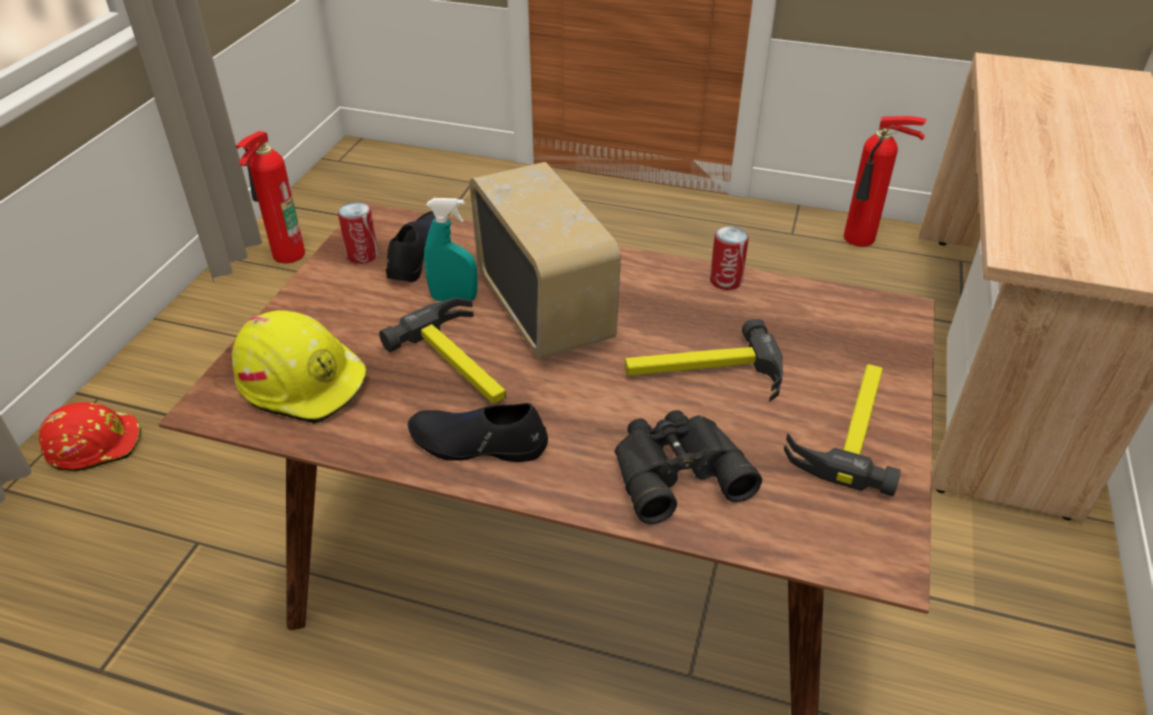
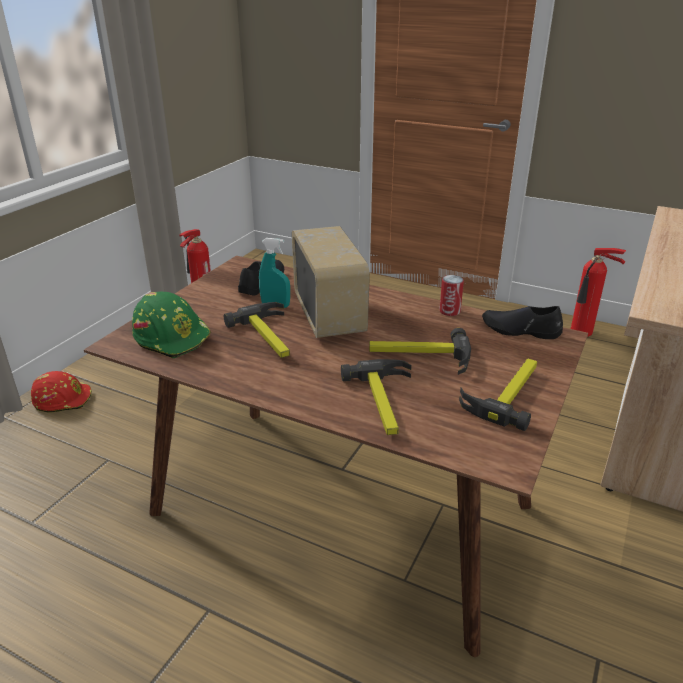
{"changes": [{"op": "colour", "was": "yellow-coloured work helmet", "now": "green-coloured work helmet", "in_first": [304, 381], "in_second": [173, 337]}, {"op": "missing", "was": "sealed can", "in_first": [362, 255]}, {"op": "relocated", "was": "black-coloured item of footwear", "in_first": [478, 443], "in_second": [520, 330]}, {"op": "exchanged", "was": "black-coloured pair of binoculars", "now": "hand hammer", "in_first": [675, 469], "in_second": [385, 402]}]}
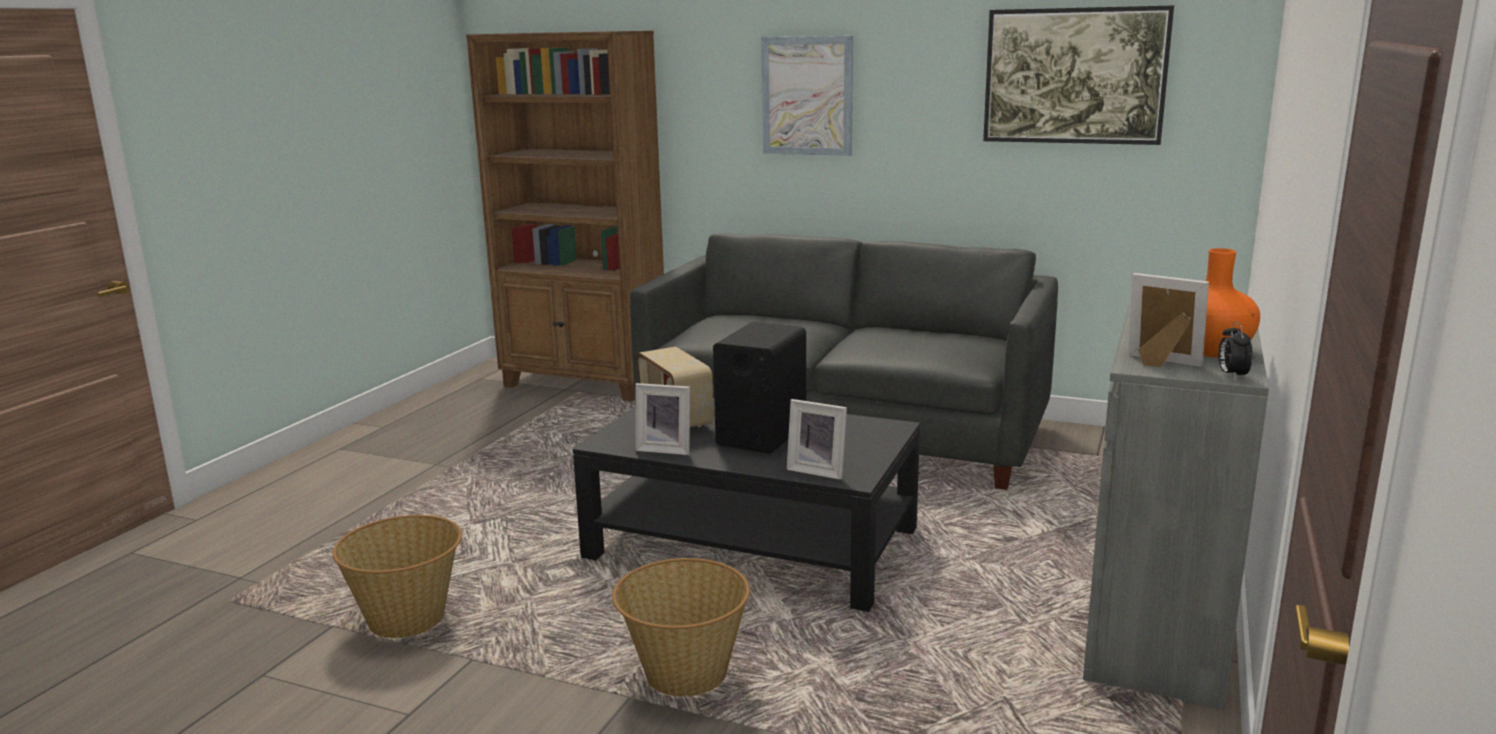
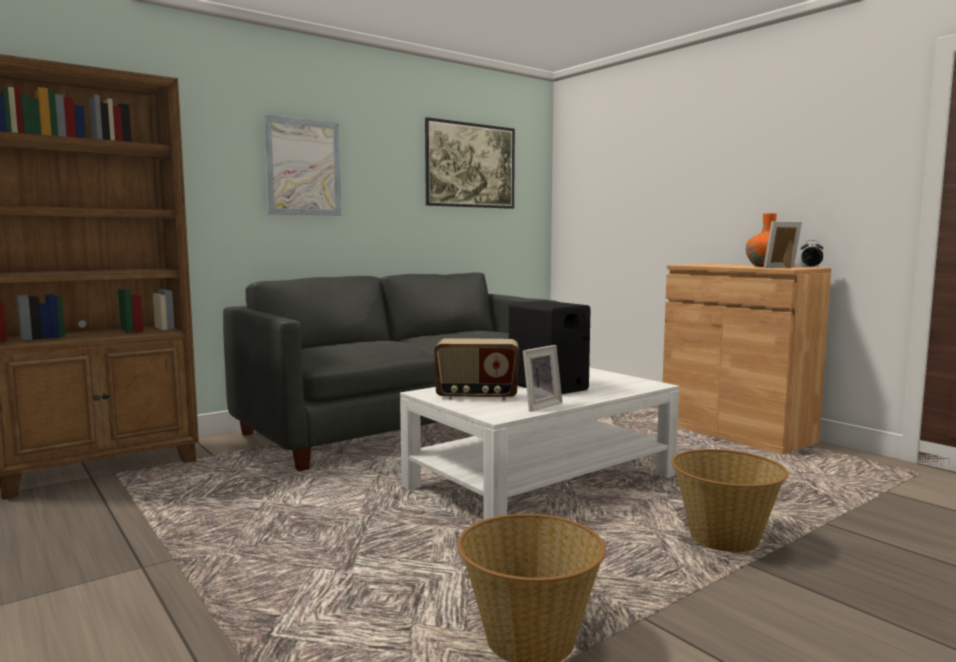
{"changes": [{"op": "colour", "was": "black-coloured low table", "now": "whitish low table", "in_first": [754, 543], "in_second": [542, 481]}, {"op": "missing", "was": "picture frame", "in_first": [818, 470]}, {"op": "colour", "was": "grey cupboard", "now": "brownish cupboard", "in_first": [1157, 628], "in_second": [736, 433]}]}
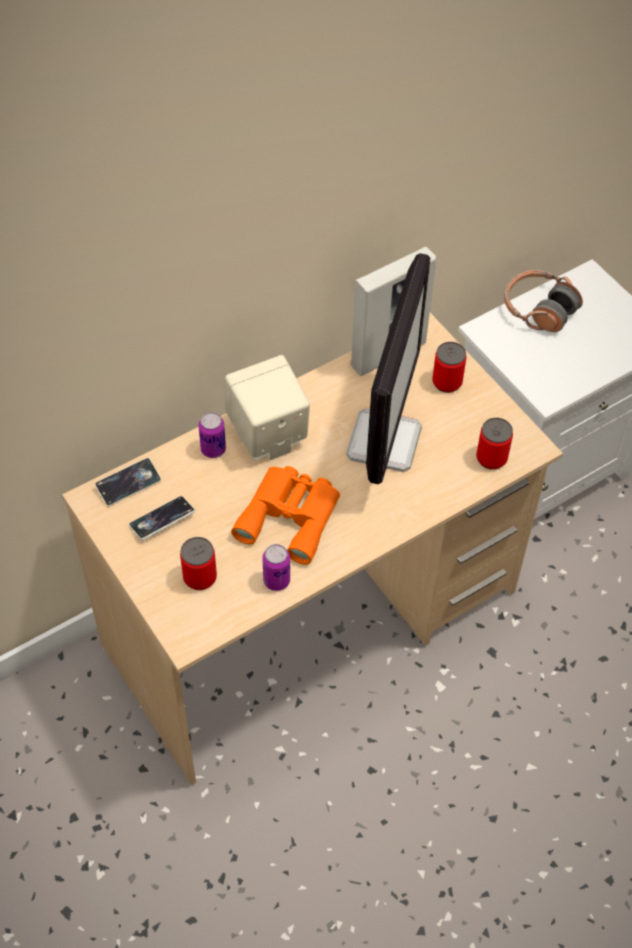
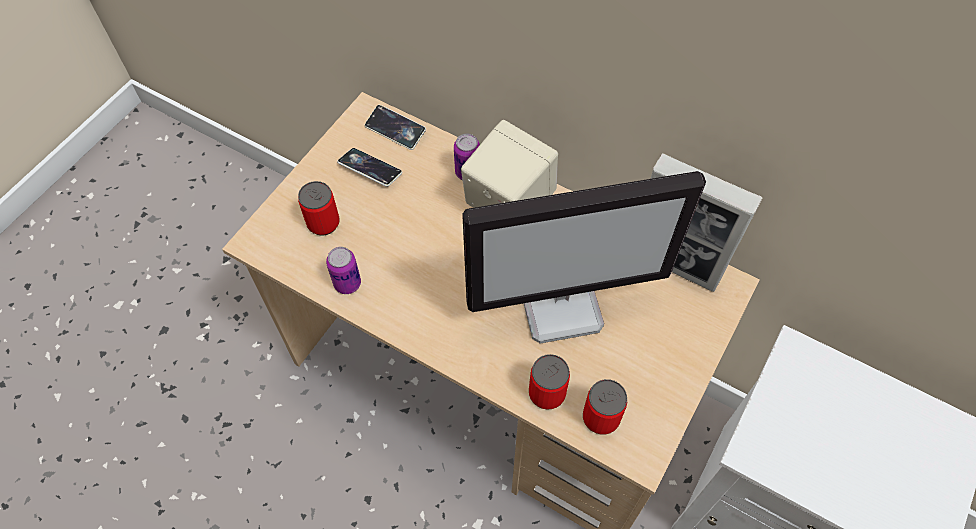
{"changes": [{"op": "missing", "was": "orange pair of binoculars", "in_first": [291, 515]}, {"op": "relocated", "was": "sealed can", "in_first": [447, 382], "in_second": [547, 393]}, {"op": "missing", "was": "headset", "in_first": [539, 309]}]}
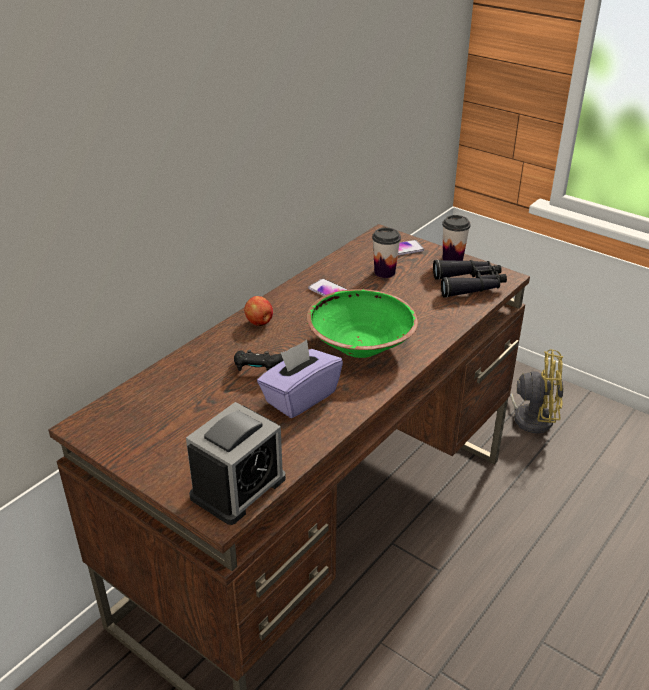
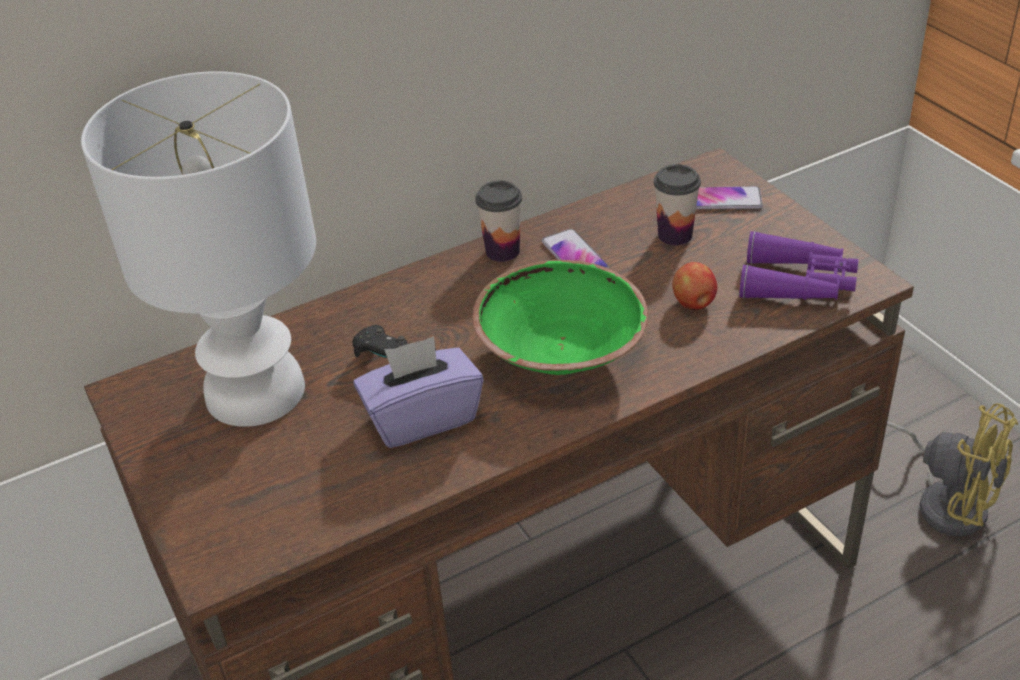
{"changes": [{"op": "missing", "was": "table clock", "in_first": [238, 488]}, {"op": "relocated", "was": "apple", "in_first": [259, 322], "in_second": [694, 304]}, {"op": "colour", "was": "black-coloured pair of binoculars", "now": "purplish pair of binoculars", "in_first": [469, 285], "in_second": [798, 283]}, {"op": "relocated", "was": "drinking cup", "in_first": [452, 259], "in_second": [502, 251]}, {"op": "appeared", "now": "whitish tabletop lamp", "in_second": [256, 390]}]}
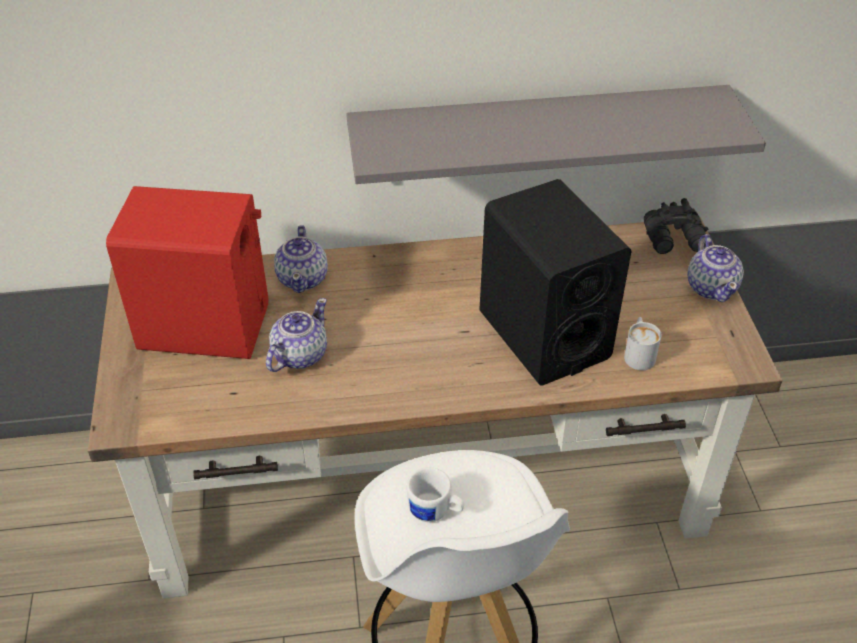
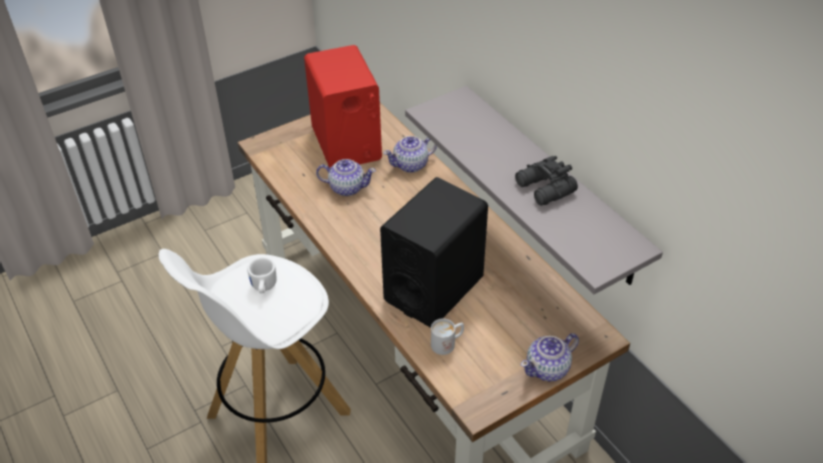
{"changes": [{"op": "relocated", "was": "black-coloured pair of binoculars", "in_first": [675, 239], "in_second": [544, 189]}]}
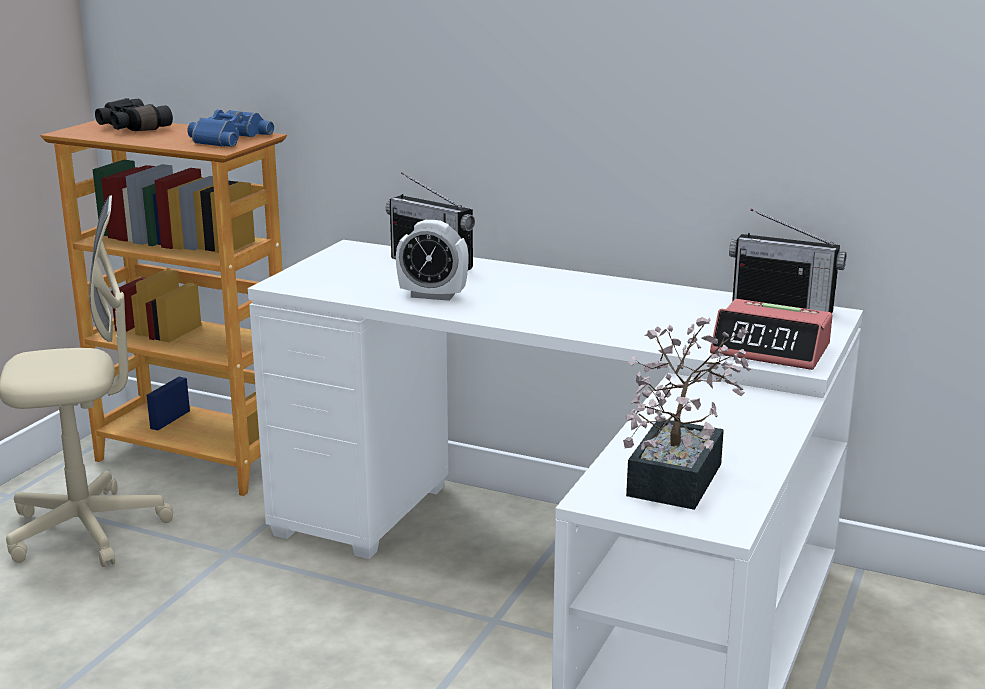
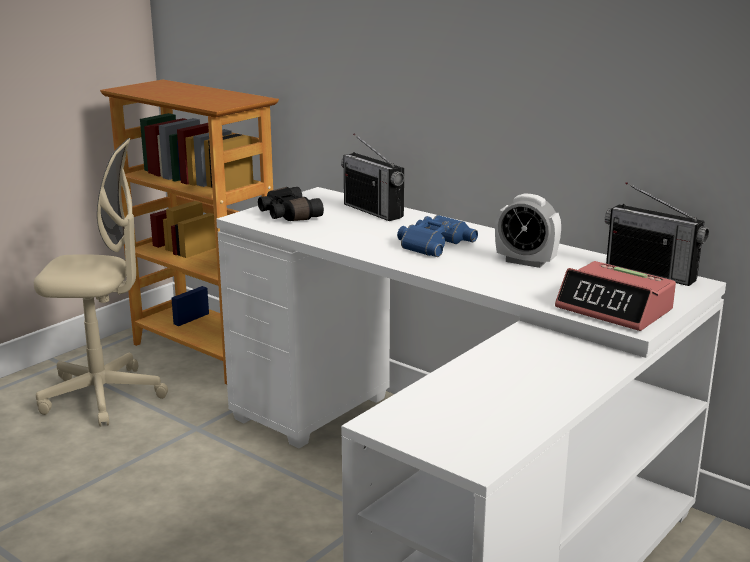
{"changes": [{"op": "relocated", "was": "black-coloured pair of binoculars", "in_first": [131, 128], "in_second": [287, 215]}, {"op": "relocated", "was": "bluish pair of binoculars", "in_first": [227, 138], "in_second": [433, 243]}, {"op": "relocated", "was": "table clock", "in_first": [432, 295], "in_second": [525, 262]}, {"op": "missing", "was": "potted plant", "in_first": [680, 473]}]}
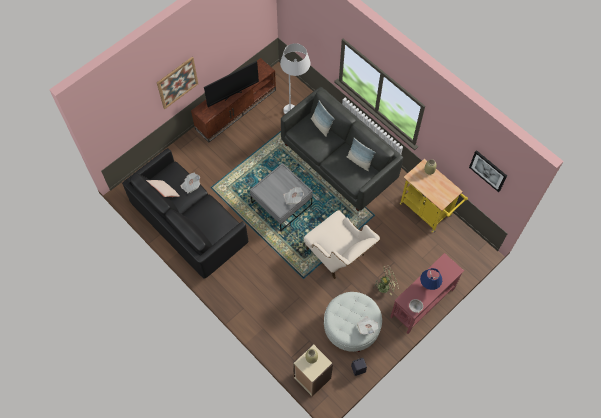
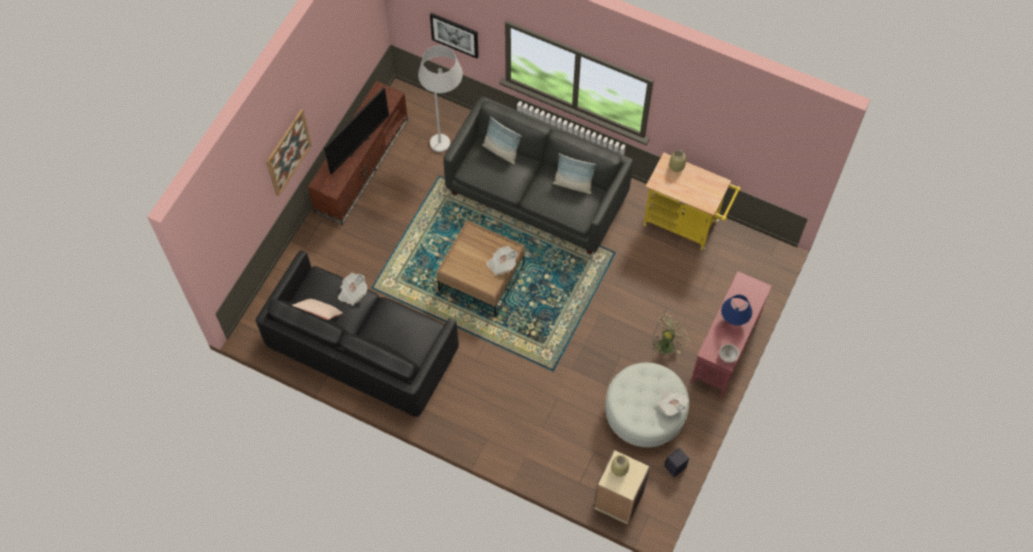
{"changes": [{"op": "colour", "was": "grey low table", "now": "brownish low table", "in_first": [281, 203], "in_second": [481, 278]}, {"op": "missing", "was": "beige-coloured easy chair", "in_first": [339, 256]}, {"op": "relocated", "was": "wall picture", "in_first": [488, 170], "in_second": [455, 34]}]}
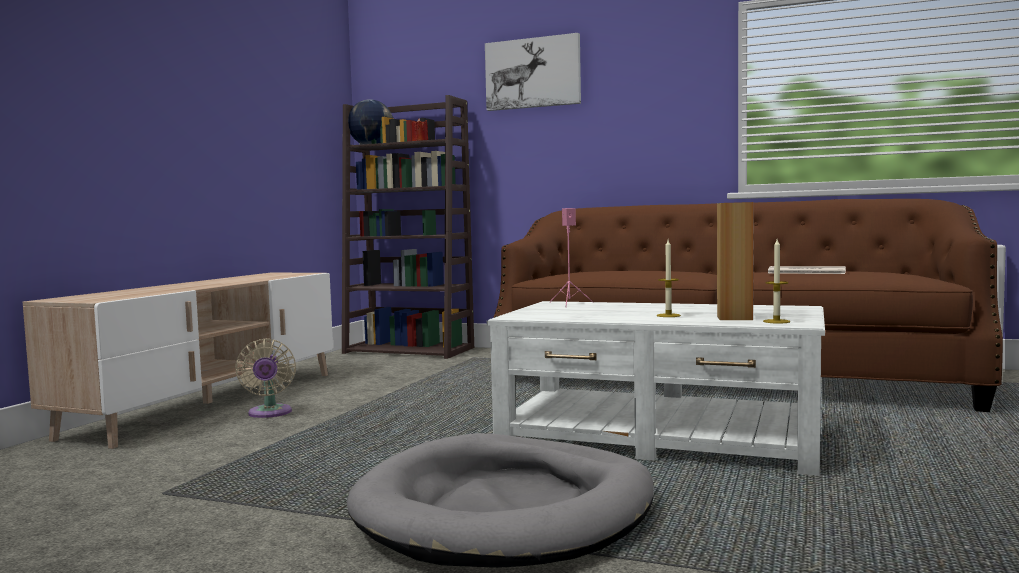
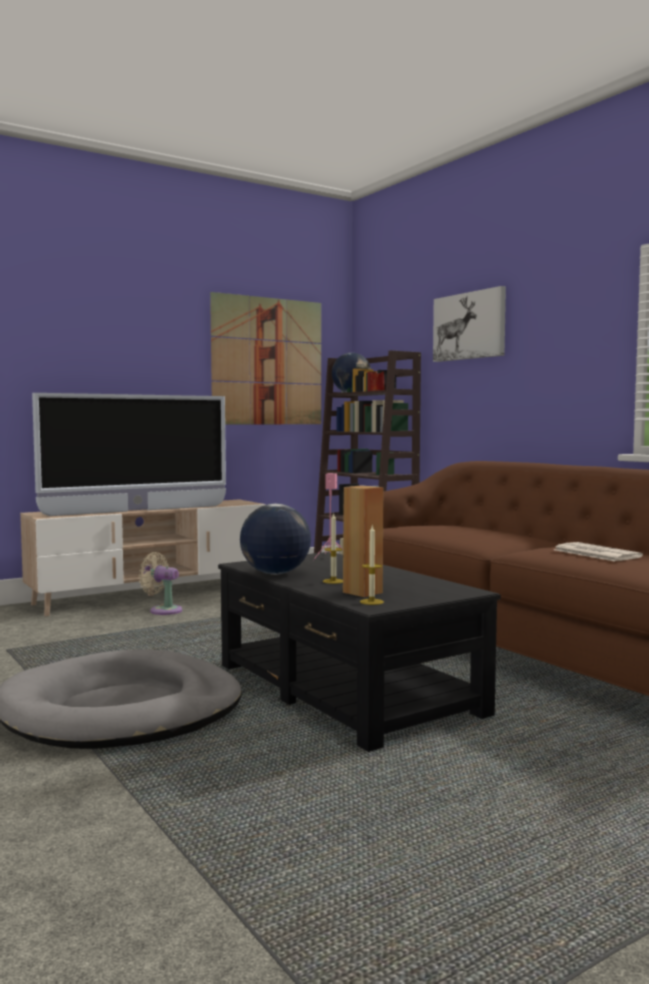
{"changes": [{"op": "spun", "was": "beige-coloured fan", "in_first": [269, 413], "in_second": [163, 610], "clockwise": 90}, {"op": "colour", "was": "whitish low table", "now": "black-coloured low table", "in_first": [661, 437], "in_second": [345, 690]}, {"op": "appeared", "now": "TV", "in_second": [137, 511]}, {"op": "appeared", "now": "wall picture", "in_second": [268, 361]}, {"op": "appeared", "now": "world globe", "in_second": [275, 574]}]}
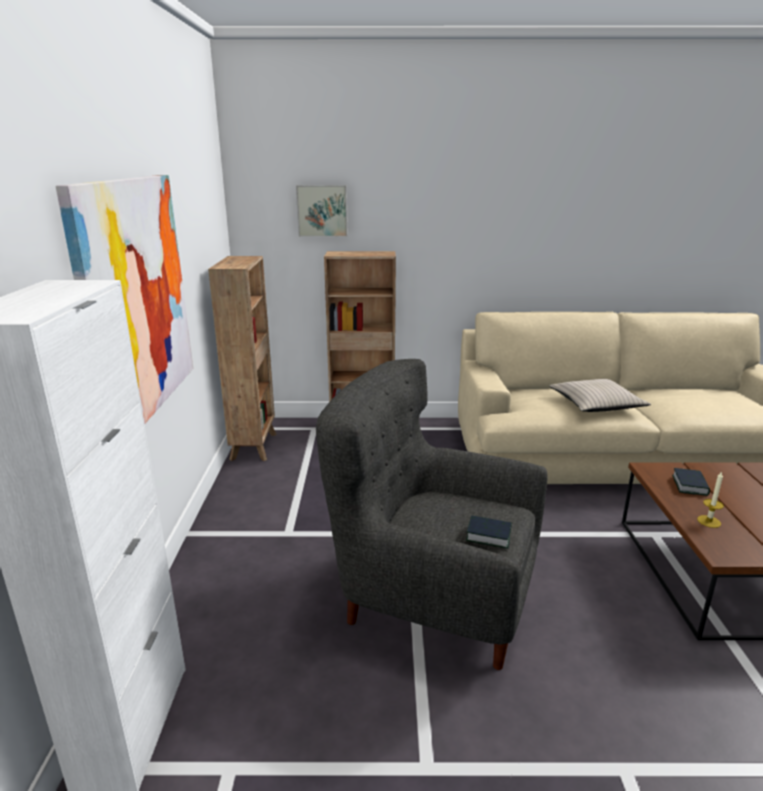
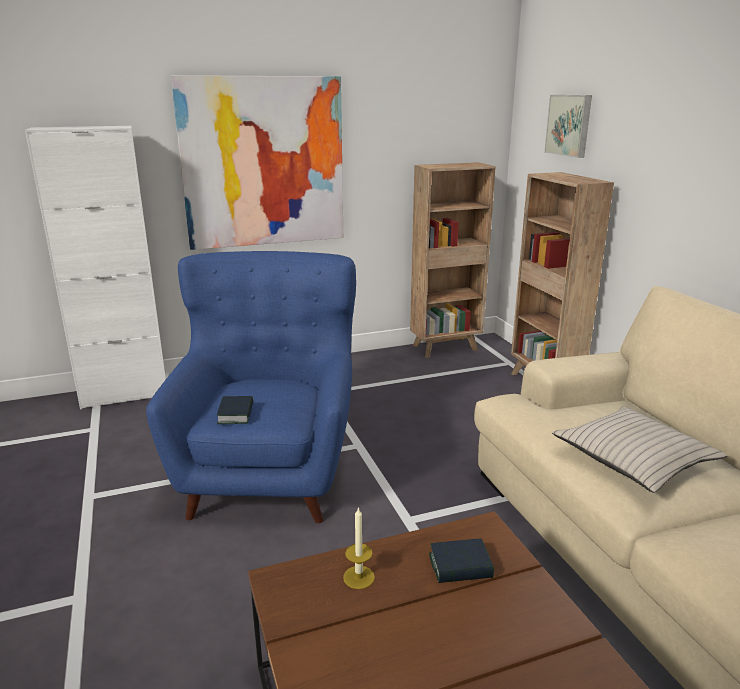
{"changes": [{"op": "colour", "was": "grey easy chair", "now": "bluish easy chair", "in_first": [433, 597], "in_second": [269, 472]}]}
